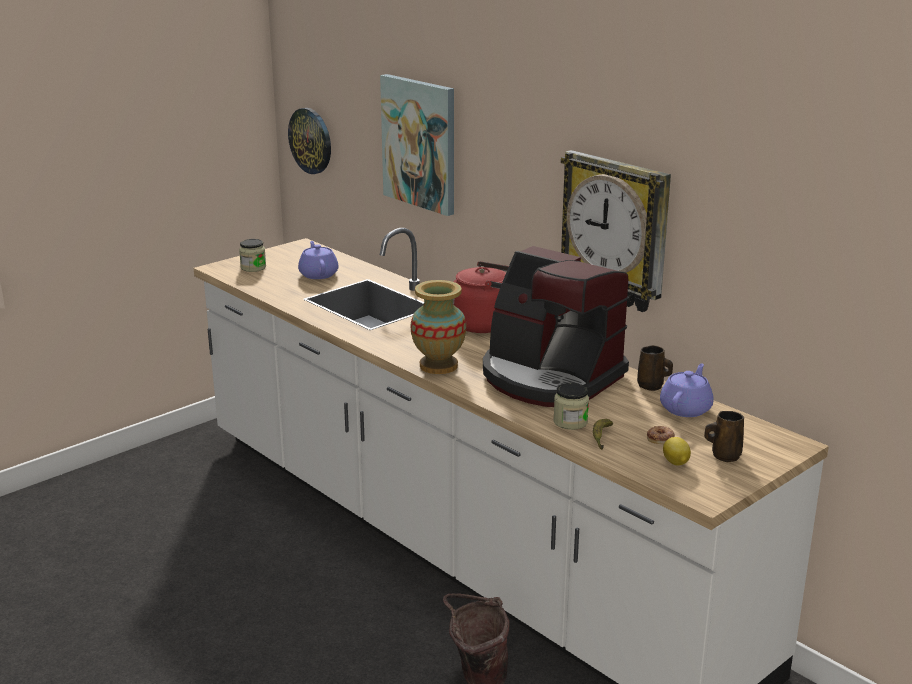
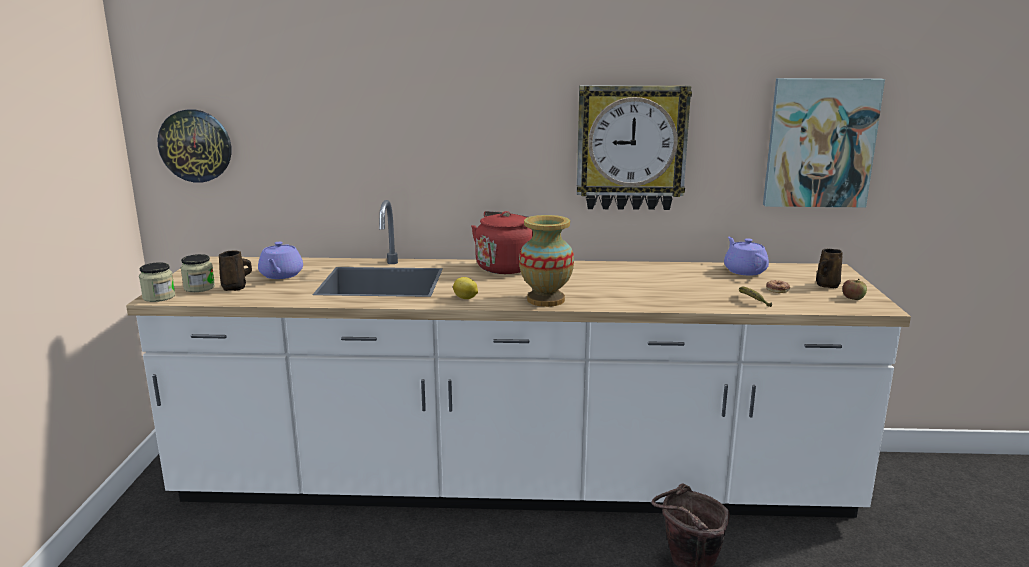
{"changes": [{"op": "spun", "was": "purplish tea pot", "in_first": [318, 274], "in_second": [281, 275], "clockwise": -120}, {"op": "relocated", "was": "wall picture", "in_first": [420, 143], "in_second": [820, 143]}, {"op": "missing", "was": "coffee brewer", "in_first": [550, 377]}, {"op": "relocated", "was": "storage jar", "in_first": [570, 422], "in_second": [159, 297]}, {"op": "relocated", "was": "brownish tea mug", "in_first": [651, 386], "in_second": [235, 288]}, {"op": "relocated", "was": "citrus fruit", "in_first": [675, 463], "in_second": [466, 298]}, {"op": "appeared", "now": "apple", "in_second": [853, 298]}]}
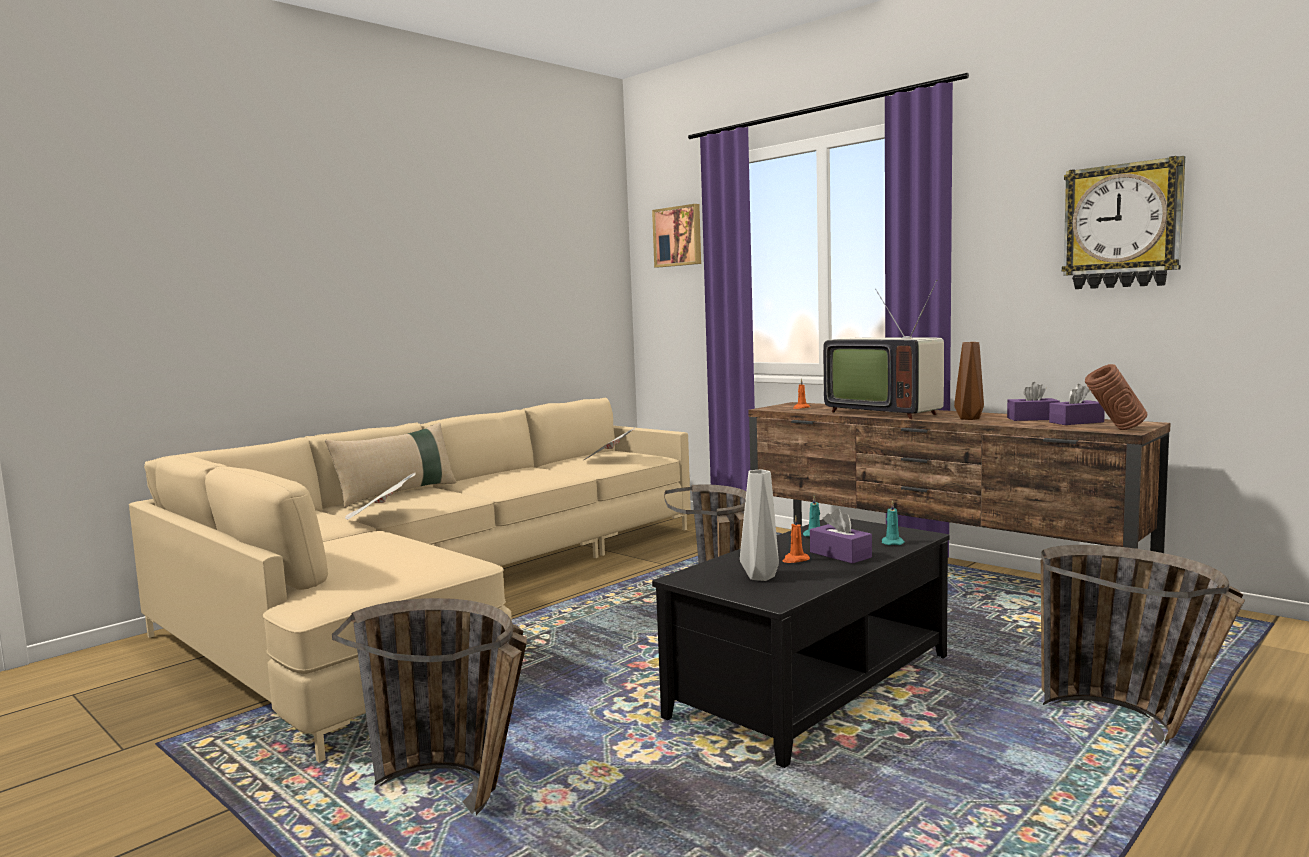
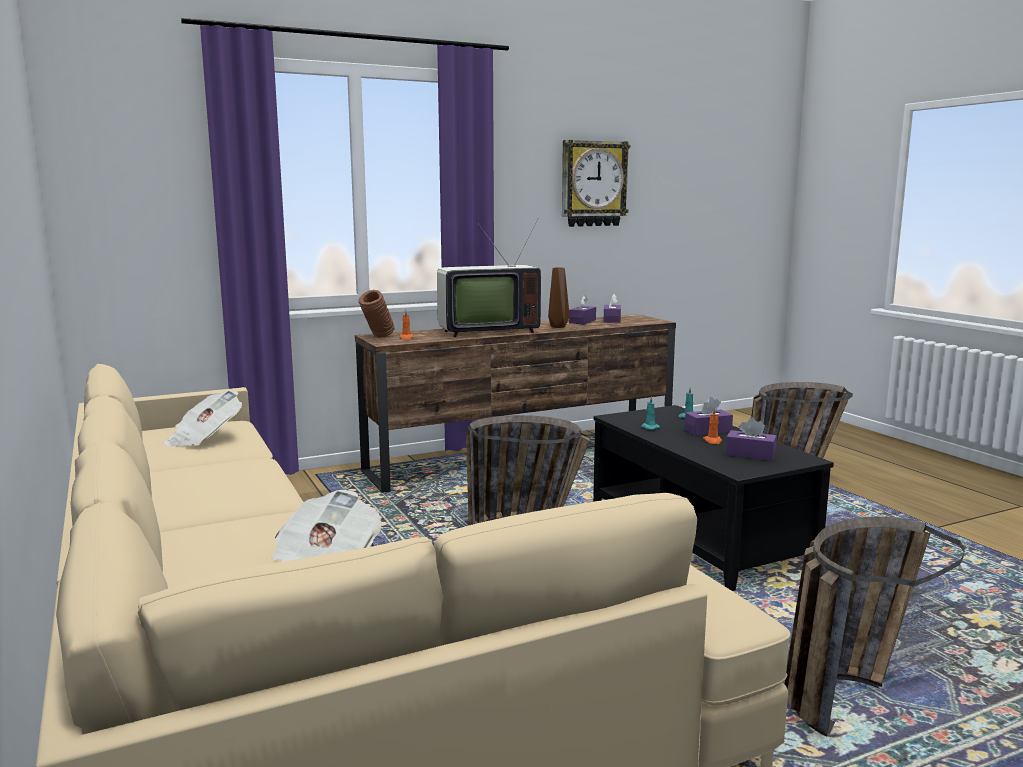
{"changes": [{"op": "missing", "was": "beige-coloured pillow", "in_first": [397, 493]}, {"op": "missing", "was": "wall picture", "in_first": [678, 236]}, {"op": "exchanged", "was": "grey flower vase", "now": "purplish box of tissues", "in_first": [759, 577], "in_second": [750, 454]}, {"op": "relocated", "was": "brownish flower vase", "in_first": [1115, 430], "in_second": [378, 337]}]}
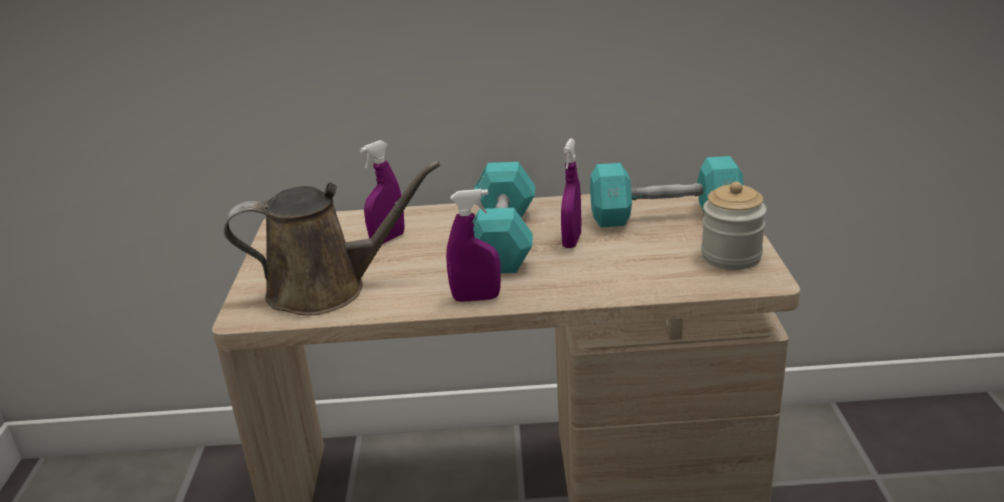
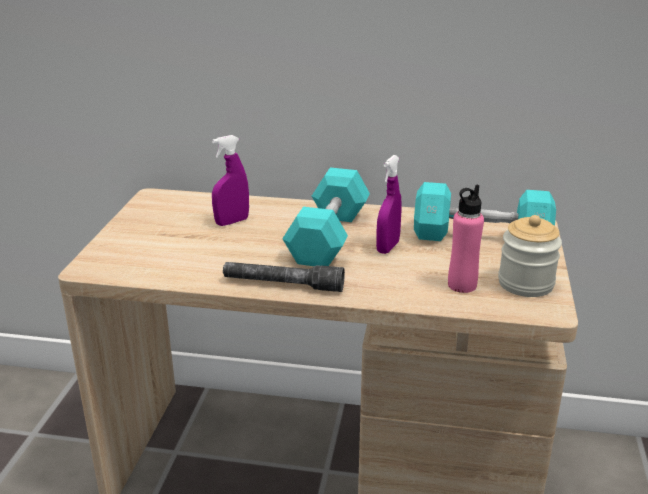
{"changes": [{"op": "missing", "was": "brownish watering can", "in_first": [327, 289]}, {"op": "exchanged", "was": "purplish spray bottle", "now": "grey torch", "in_first": [476, 298], "in_second": [283, 285]}, {"op": "appeared", "now": "pink-coloured bottle", "in_second": [462, 285]}]}
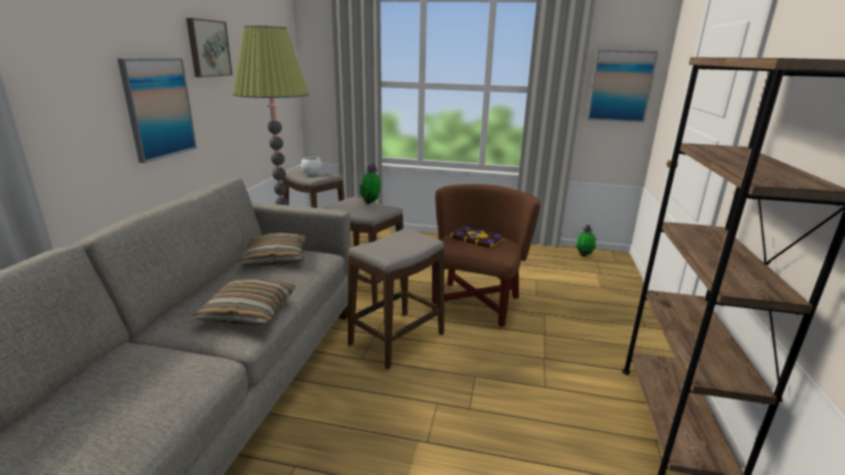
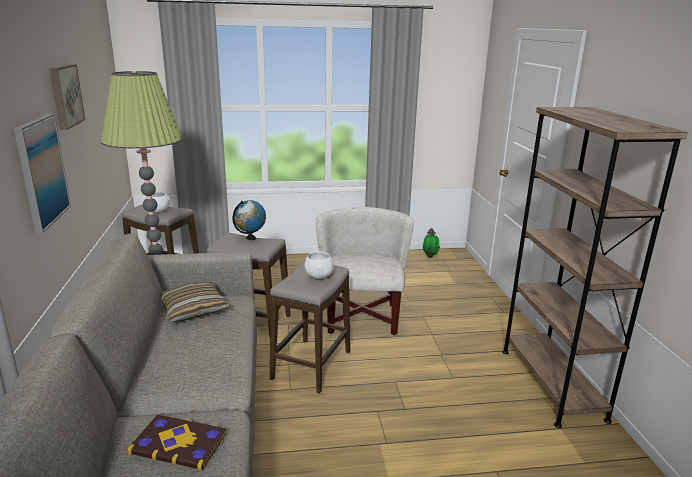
{"changes": [{"op": "missing", "was": "pillow", "in_first": [249, 312]}, {"op": "exchanged", "was": "potted plant", "now": "world globe", "in_first": [371, 203], "in_second": [251, 238]}, {"op": "colour", "was": "brownish easy chair", "now": "whitish easy chair", "in_first": [475, 303], "in_second": [361, 318]}, {"op": "relocated", "was": "volume", "in_first": [478, 238], "in_second": [179, 443]}, {"op": "missing", "was": "wall picture", "in_first": [620, 86]}, {"op": "appeared", "now": "whitish serving bowl", "in_second": [318, 277]}]}
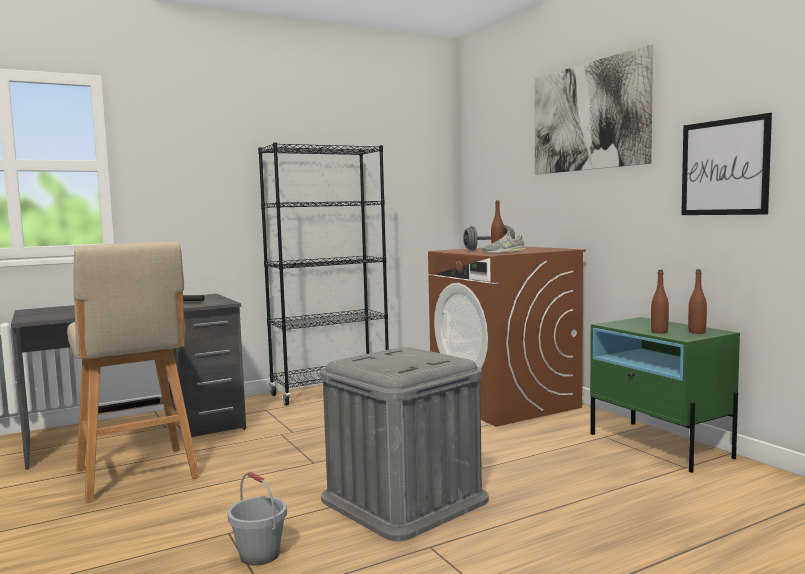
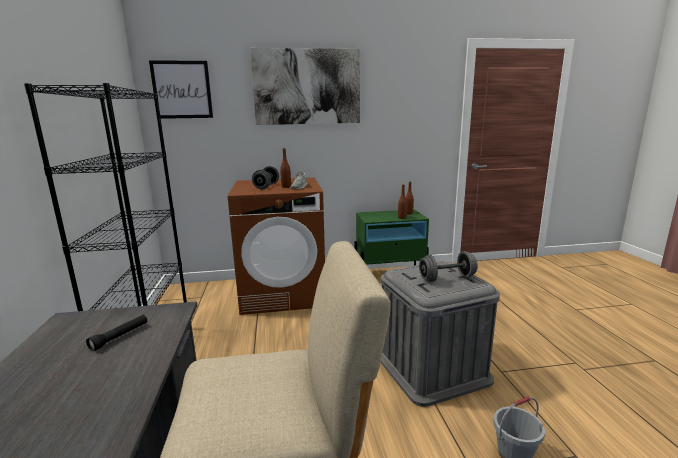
{"changes": [{"op": "relocated", "was": "wall picture", "in_first": [724, 167], "in_second": [182, 90]}, {"op": "appeared", "now": "grey hand weight", "in_second": [447, 278]}]}
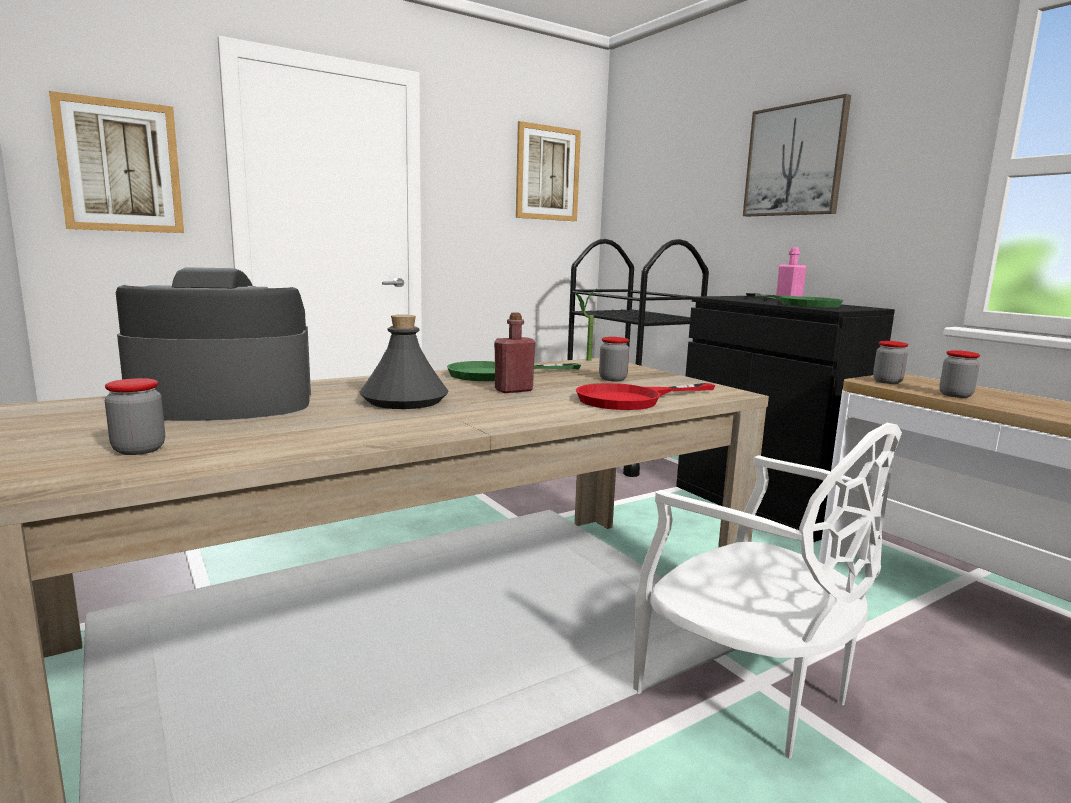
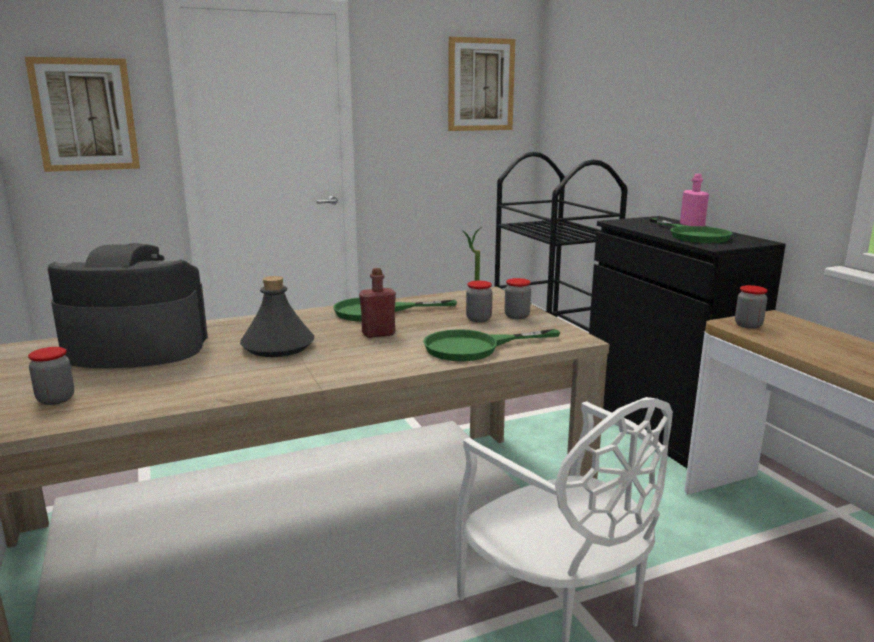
{"changes": [{"op": "colour", "was": "reddish pan", "now": "green-coloured pan", "in_first": [631, 399], "in_second": [474, 347]}, {"op": "missing", "was": "wall picture", "in_first": [795, 160]}, {"op": "relocated", "was": "storage jar", "in_first": [955, 395], "in_second": [517, 316]}]}
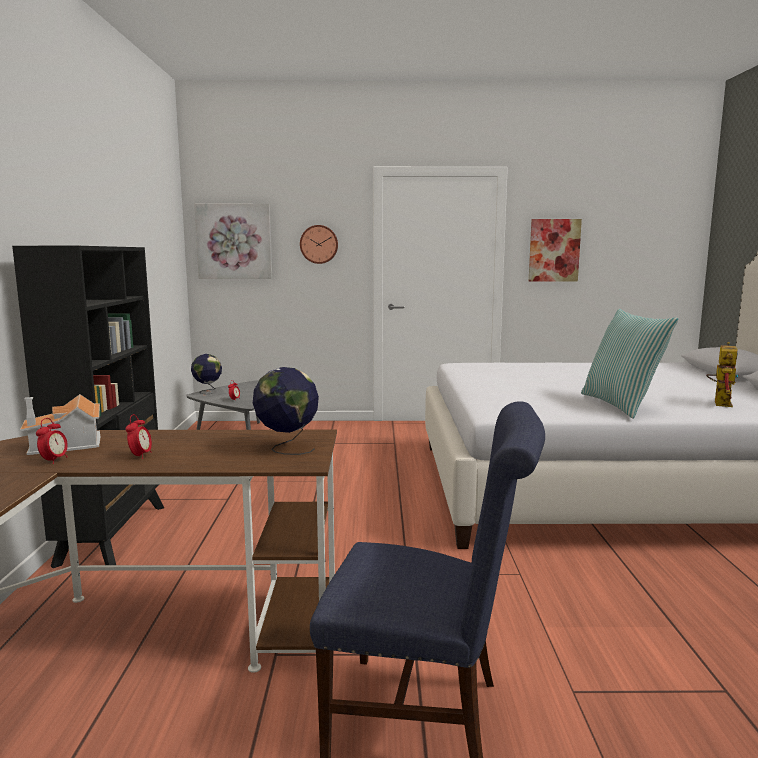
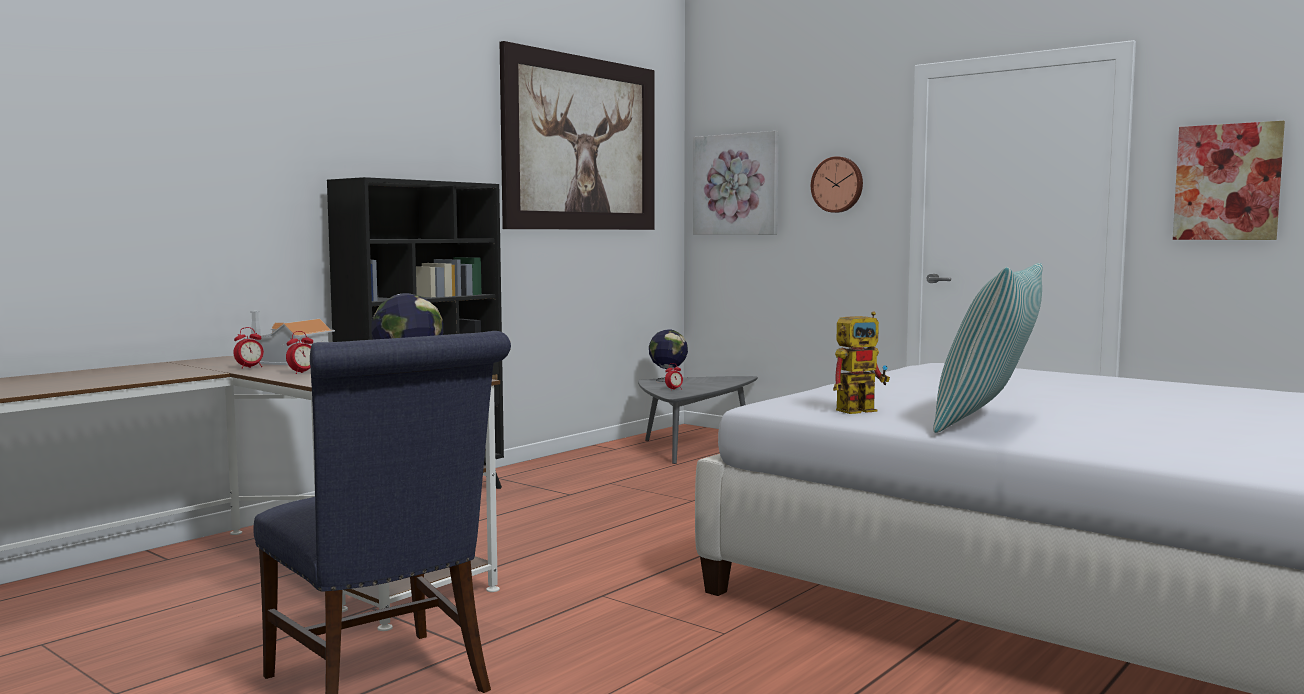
{"changes": [{"op": "relocated", "was": "model robot", "in_first": [719, 402], "in_second": [861, 409]}, {"op": "appeared", "now": "wall picture", "in_second": [581, 144]}]}
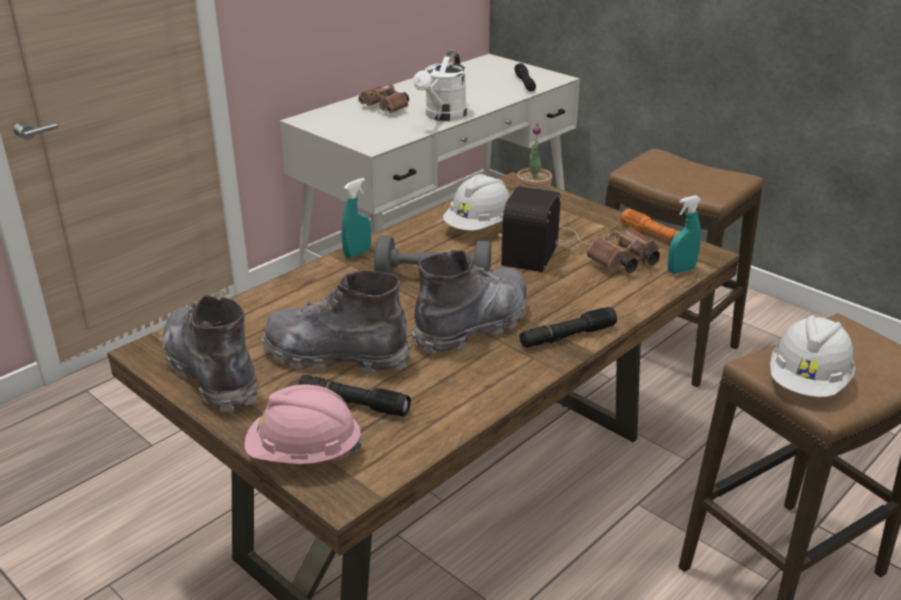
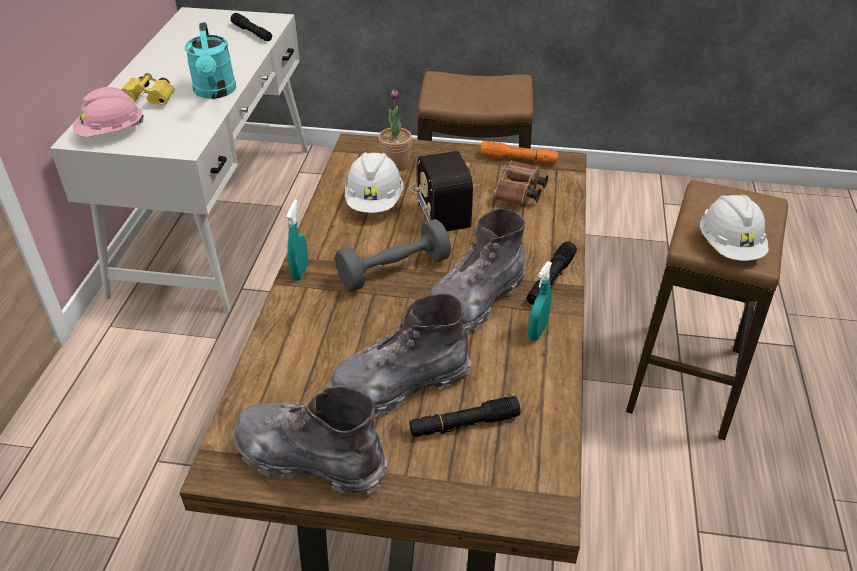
{"changes": [{"op": "relocated", "was": "pink-coloured work helmet", "in_first": [304, 454], "in_second": [111, 132]}, {"op": "colour", "was": "brownish pair of binoculars", "now": "yellow-coloured pair of binoculars", "in_first": [386, 109], "in_second": [150, 100]}, {"op": "spun", "was": "grey tall boot", "in_first": [473, 326], "in_second": [474, 302], "clockwise": -150}, {"op": "colour", "was": "whitish watering can", "now": "turquoise watering can", "in_first": [442, 116], "in_second": [215, 92]}, {"op": "relocated", "was": "turquoise spray bottle", "in_first": [681, 270], "in_second": [537, 331]}]}
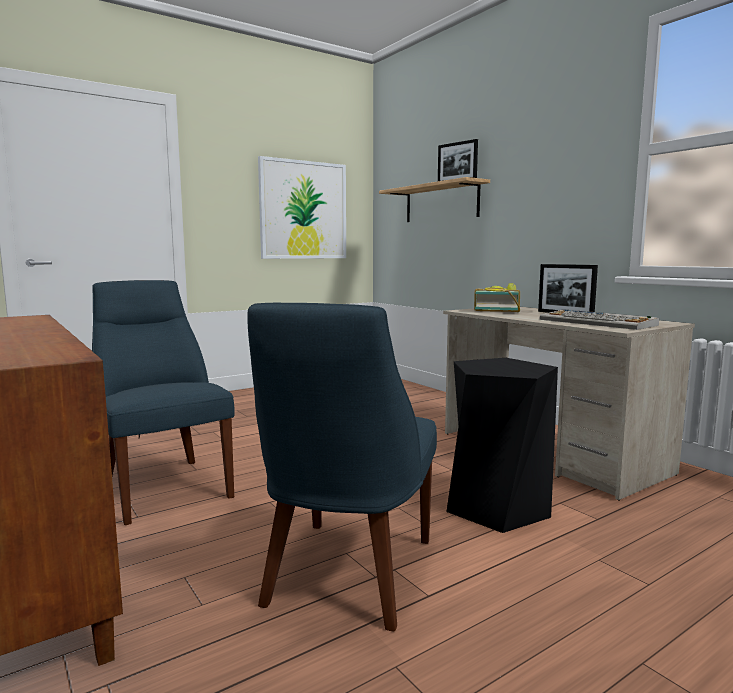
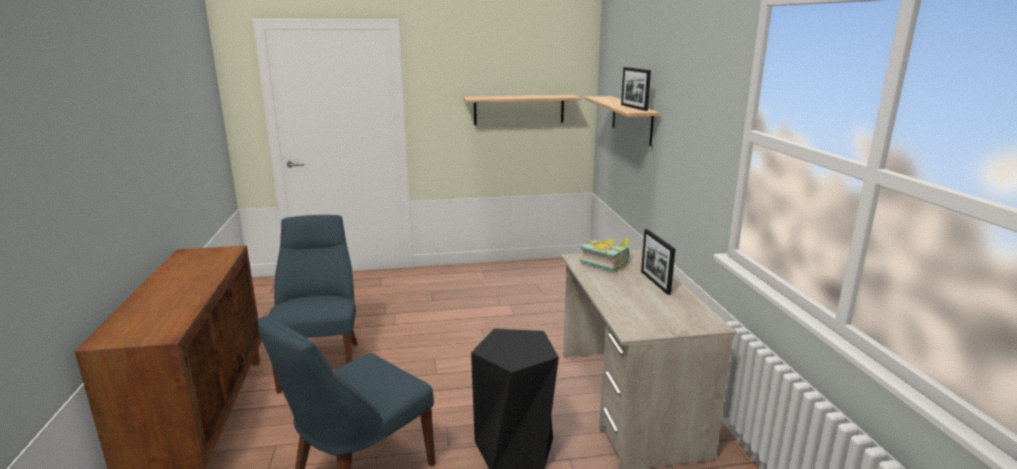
{"changes": [{"op": "exchanged", "was": "wall picture", "now": "bracket shelf", "in_first": [303, 210], "in_second": [519, 109]}, {"op": "missing", "was": "PC keyboard", "in_first": [598, 322]}]}
